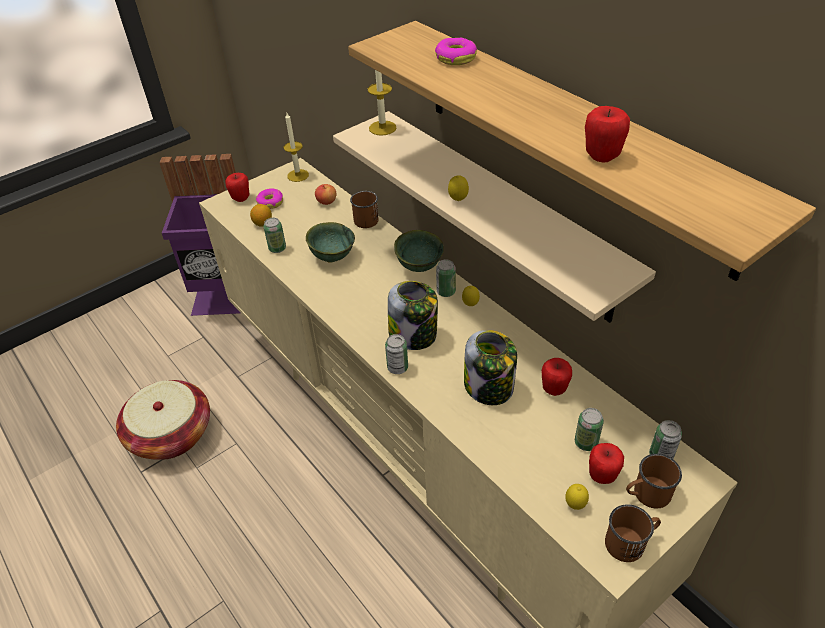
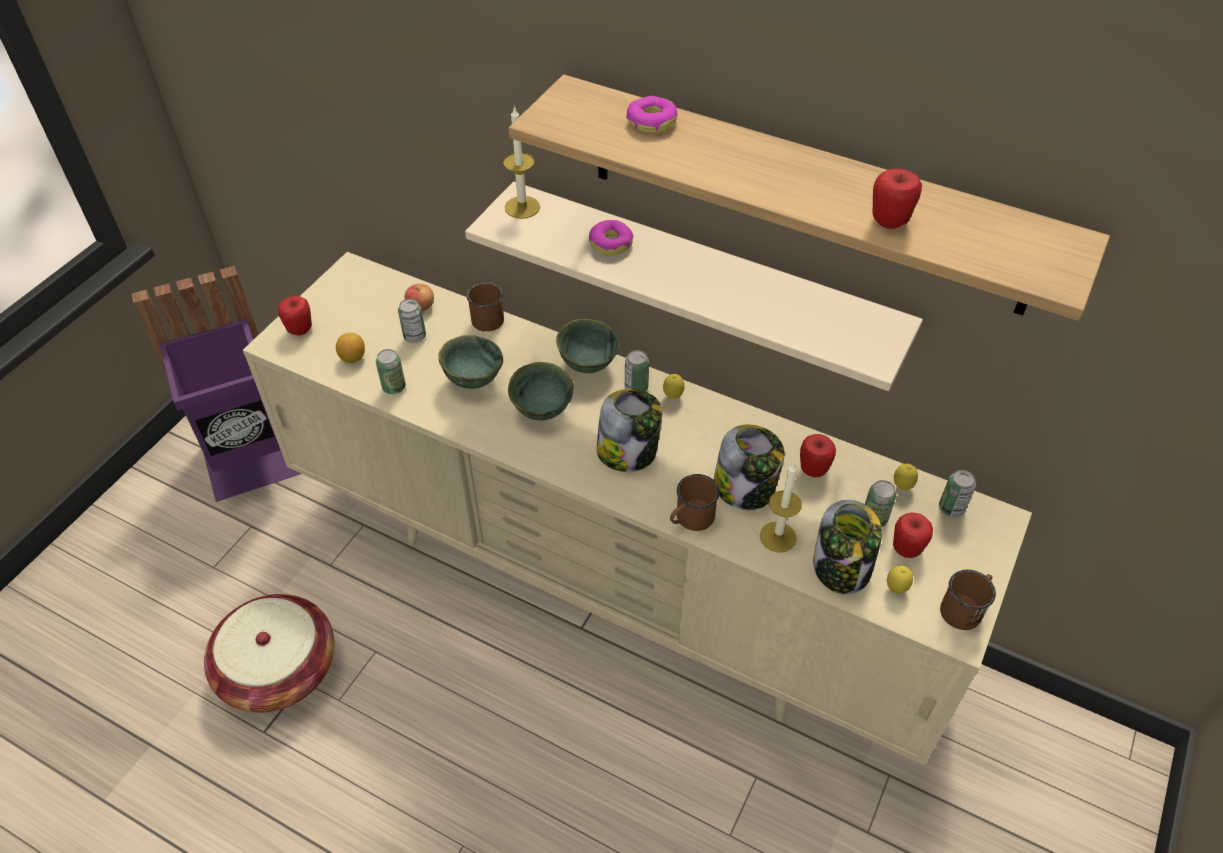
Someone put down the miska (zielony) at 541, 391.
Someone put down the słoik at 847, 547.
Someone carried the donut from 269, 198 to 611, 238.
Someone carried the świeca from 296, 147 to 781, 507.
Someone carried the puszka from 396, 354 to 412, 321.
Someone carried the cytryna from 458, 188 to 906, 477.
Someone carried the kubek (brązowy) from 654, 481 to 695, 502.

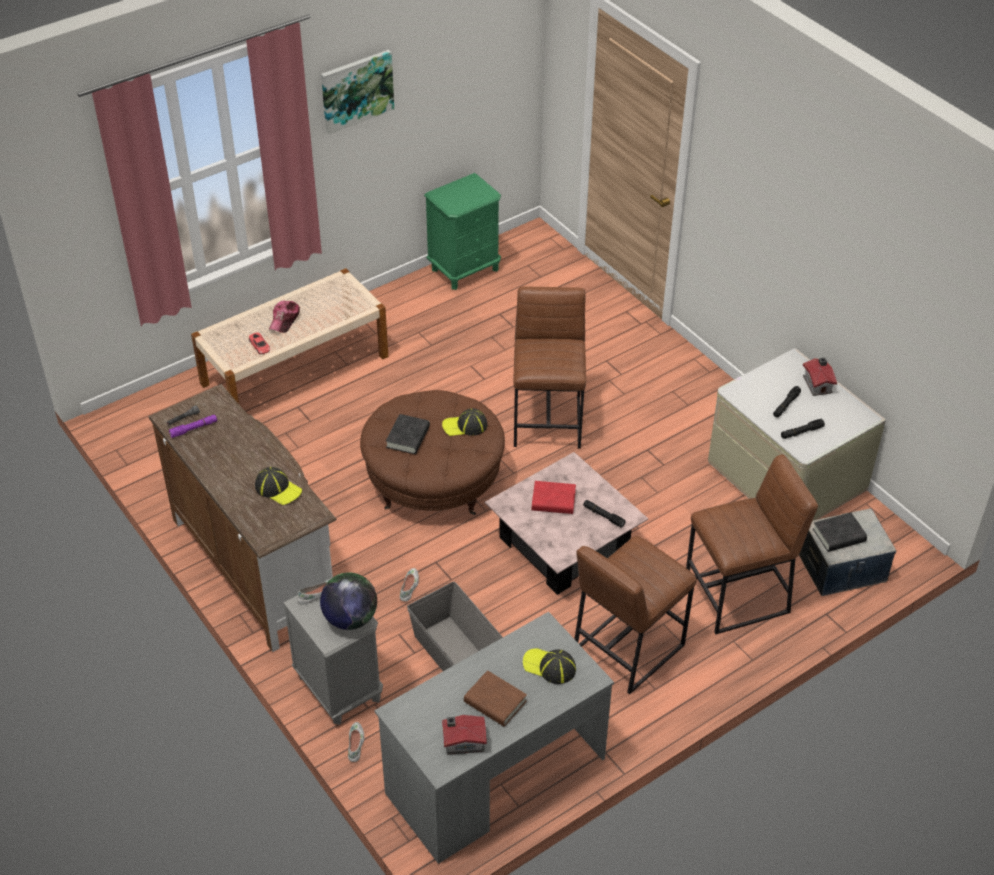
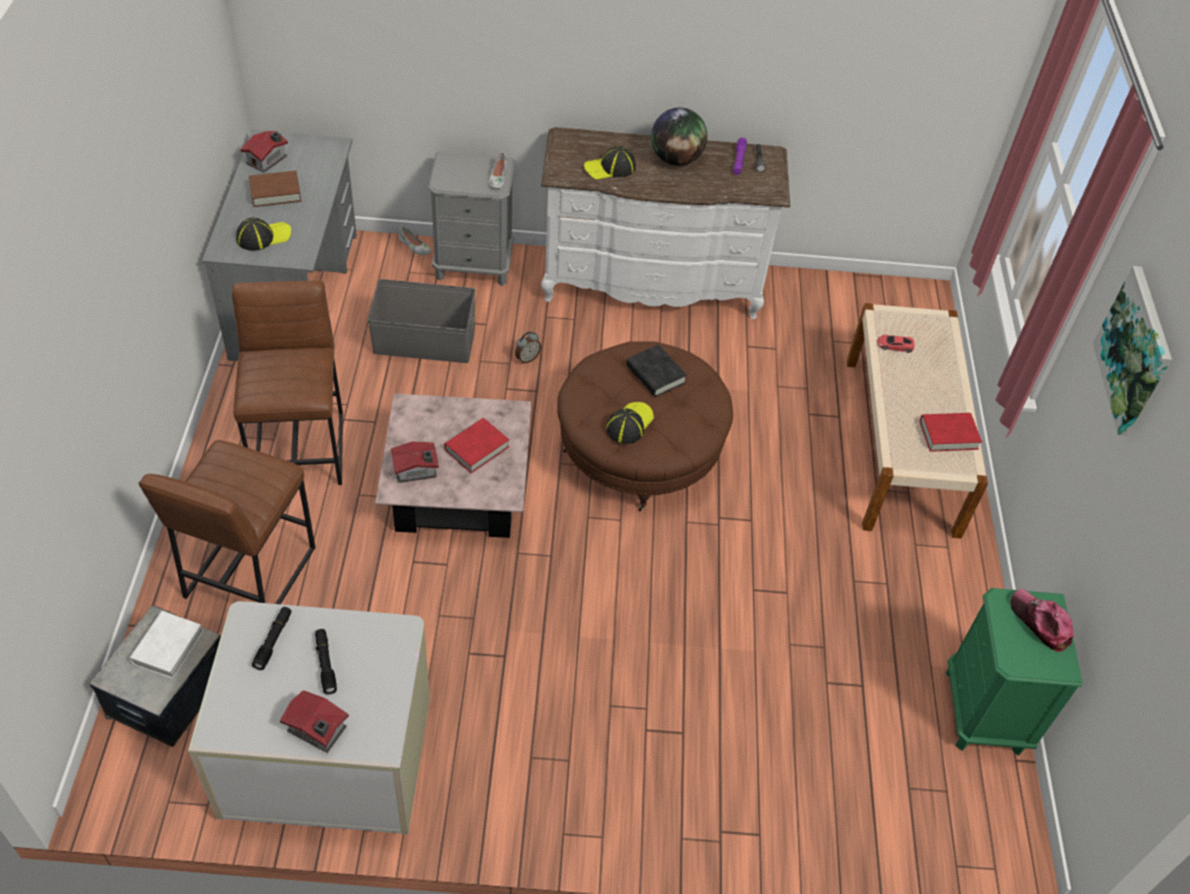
Someone took away the krzesło (brązowy) at 550, 367.
Someone put down the książka (czerwony) at 951, 432.
Someone carried the czapka z daszkiem from 284, 317 to 1042, 620.
Someone carried the globus from 348, 601 to 679, 137.
Someone swapped the but (biały) at 409, 584 for the budzik at 528, 347.
Someone swapped the latarka (czarny) at 604, 513 for the domek at 415, 462.
Someone repainted the książka (czarny) at 840, 532, which became the książka (biały) at 166, 645.

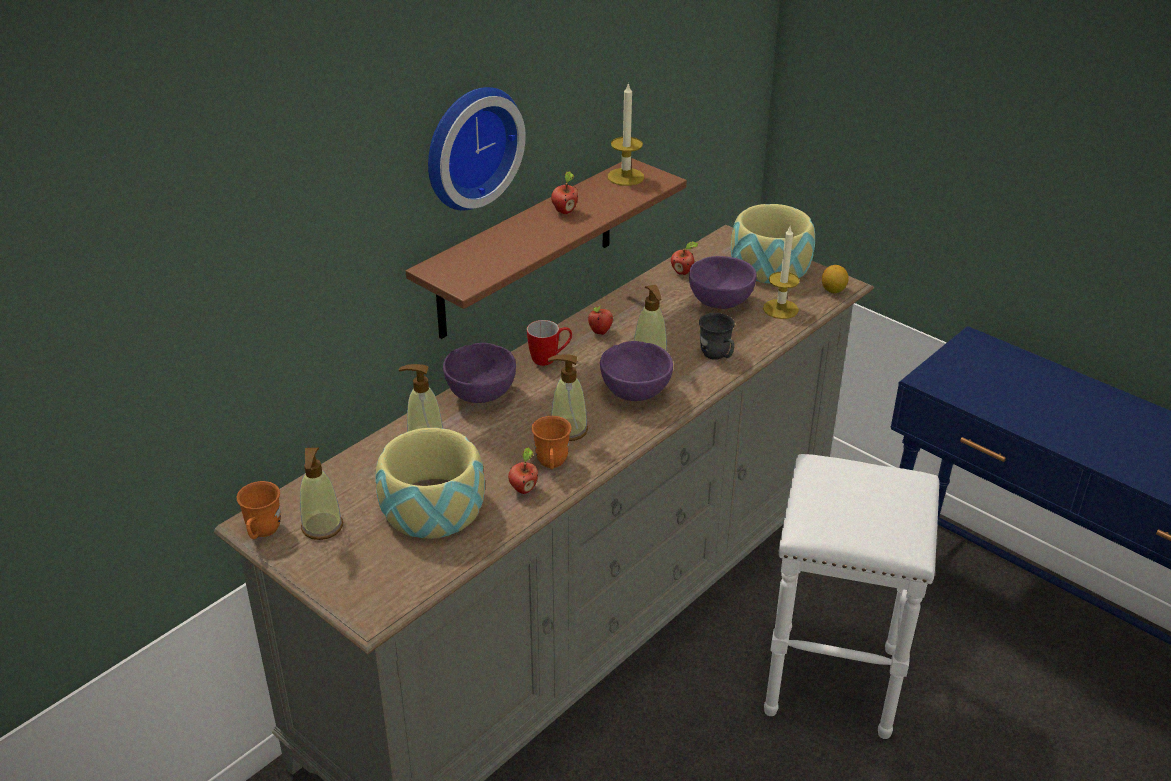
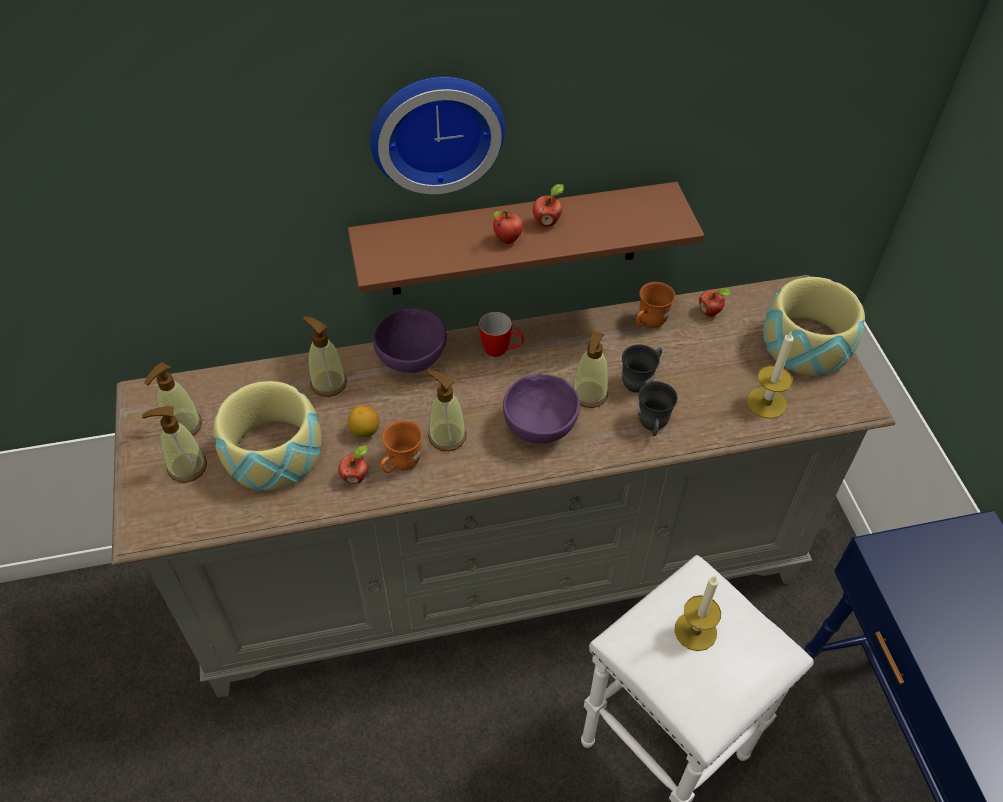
Someone took away the miska (fioletowy) at 723, 282.
Someone put down the dozownik mydła at 174, 444.
Someone put down the kubek (szary) at 642, 368.
Someone carried the kubek (pomarańczowy) from 259, 510 to 655, 305.
Someone carried the jabłko from 600, 320 to 508, 227.
Someone carried the świeca from 626, 134 to 698, 613.
Someone carried the cytryna from 835, 279 to 364, 421.

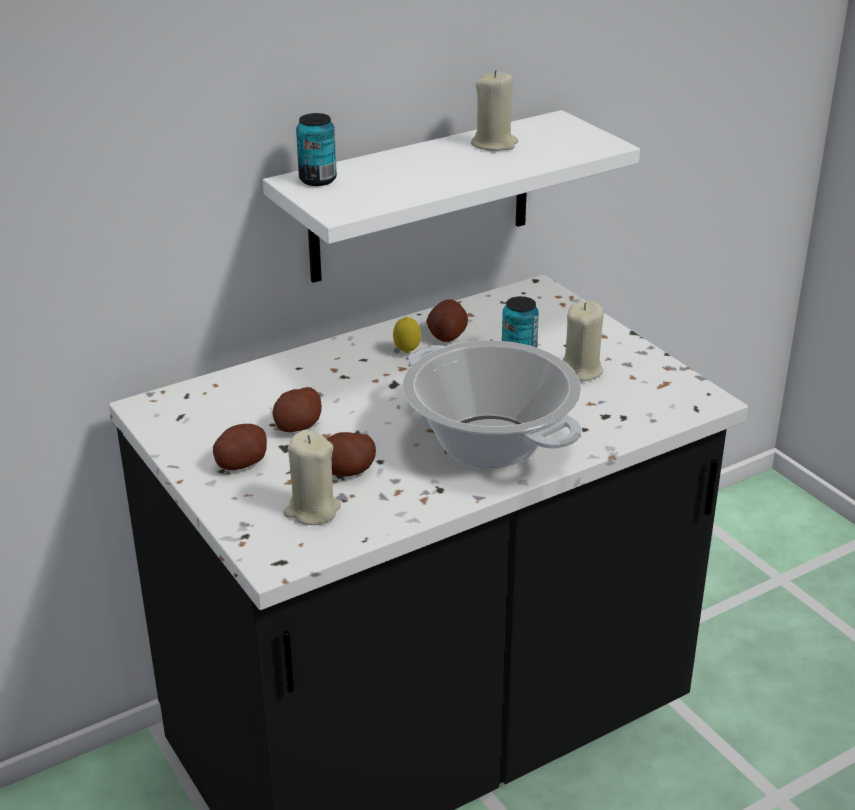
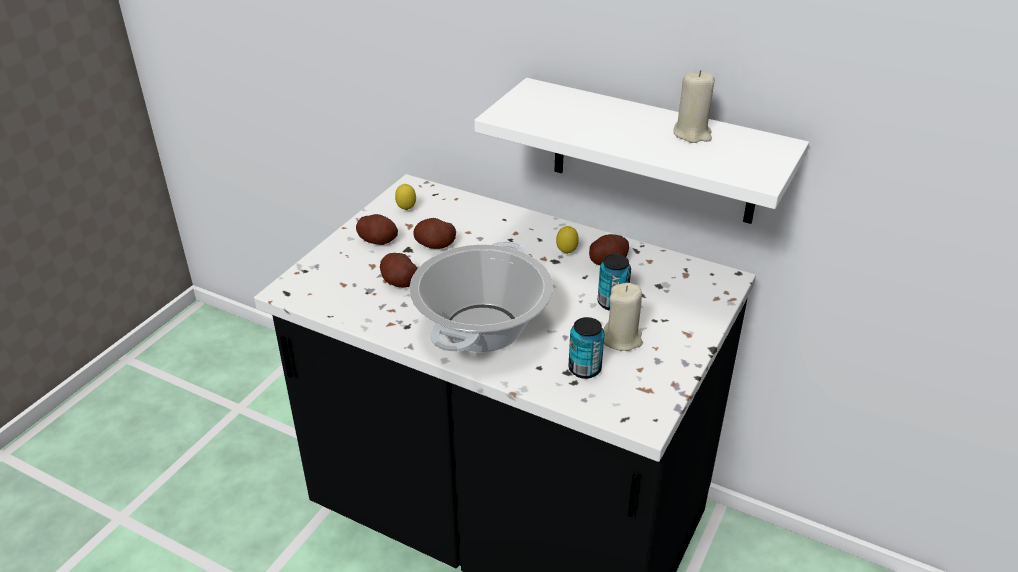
Someone took away the świeca (beżowy) at 312, 478.
Someone put down the cytryna at 405, 197.
Someone carried the puszka from 316, 149 to 586, 348.

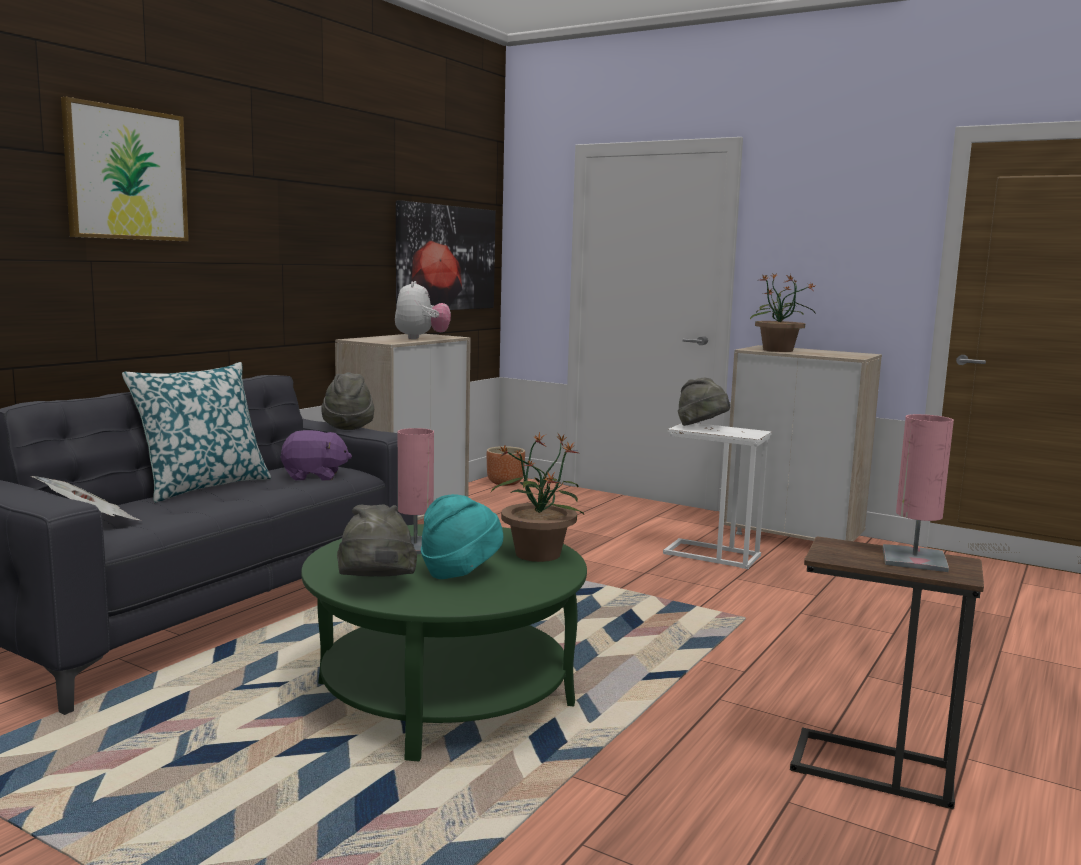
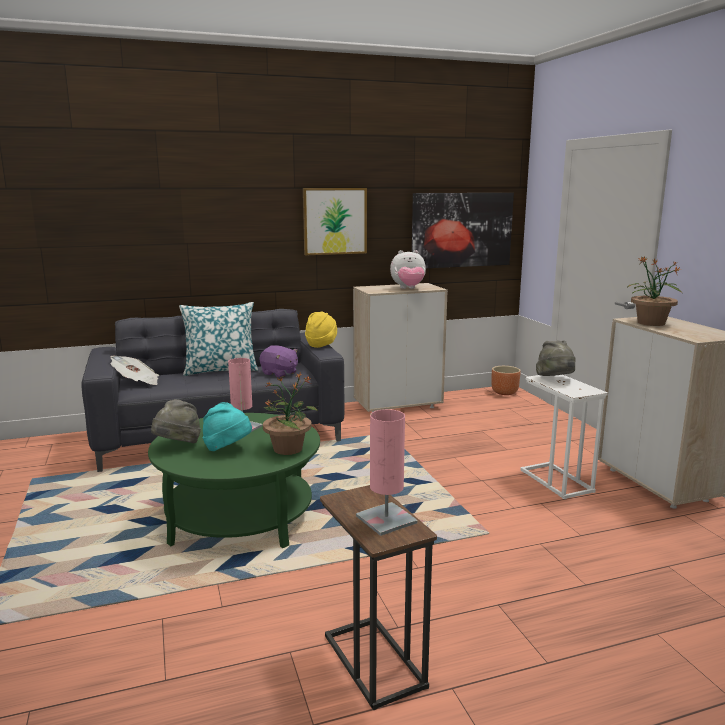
Someone carried the obraz from 125, 169 to 335, 221.
Someone repainted the kapelusz (szary) at 347, 401, which became the kapelusz (żółty) at 321, 329.
Someone rotated the pluszak at 423, 310 by 45 degrees clockwise.

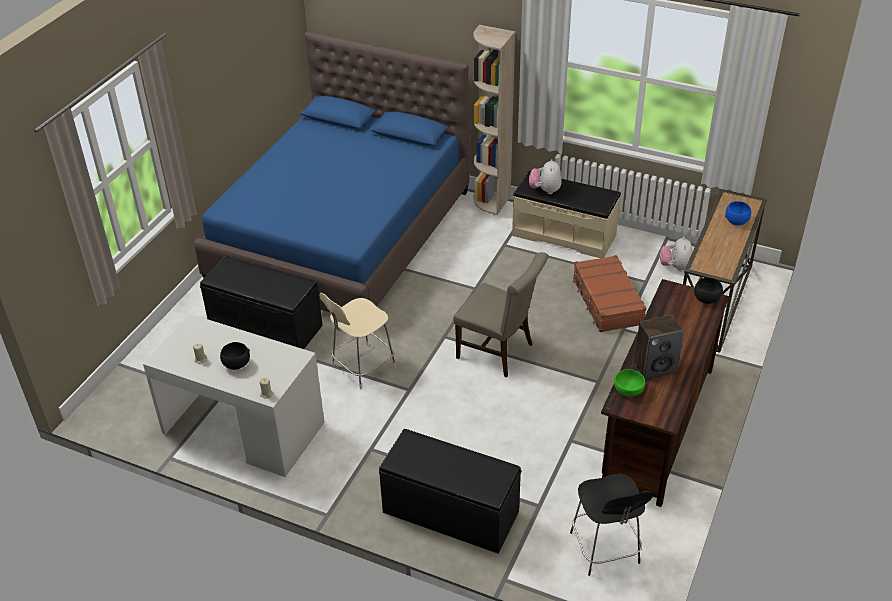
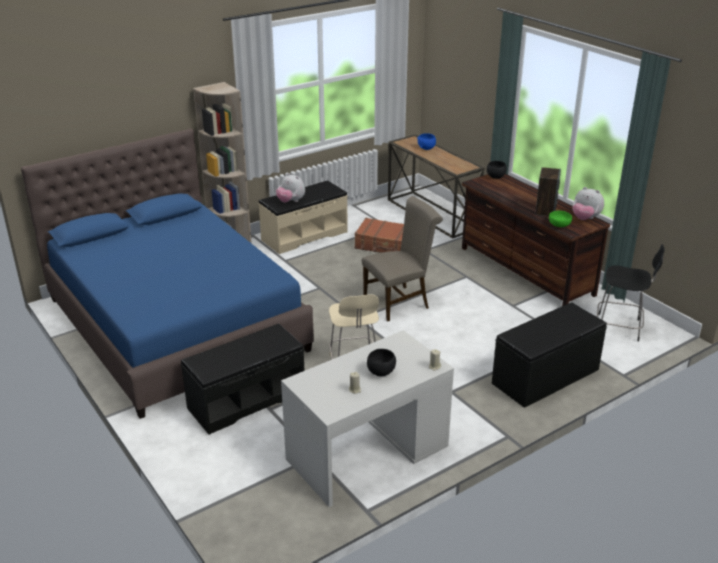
Someone carried the pluszak from 676, 254 to 588, 203.

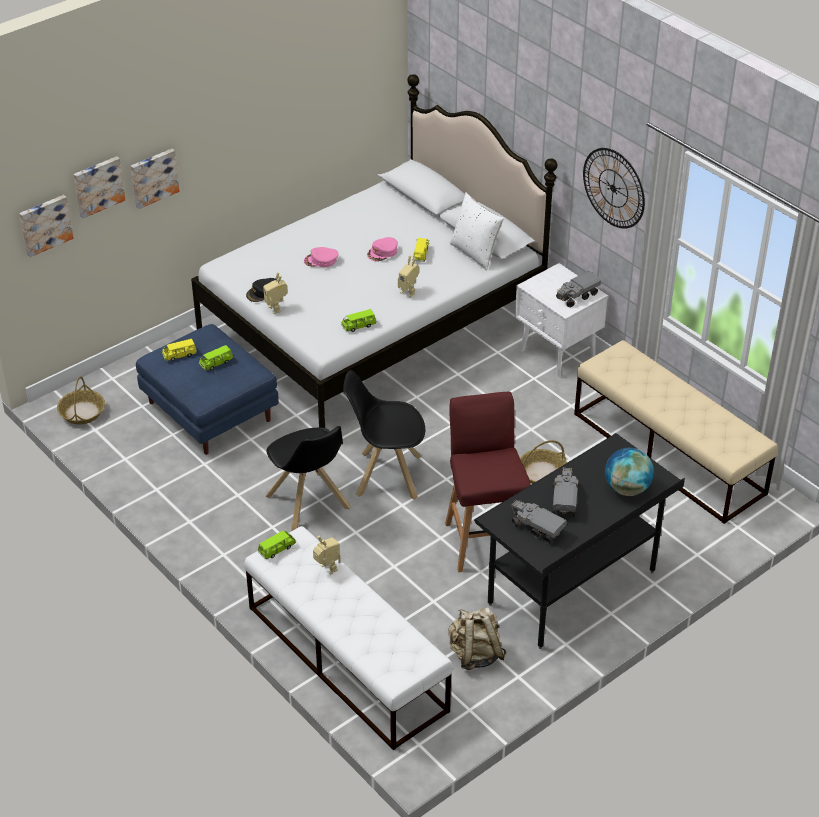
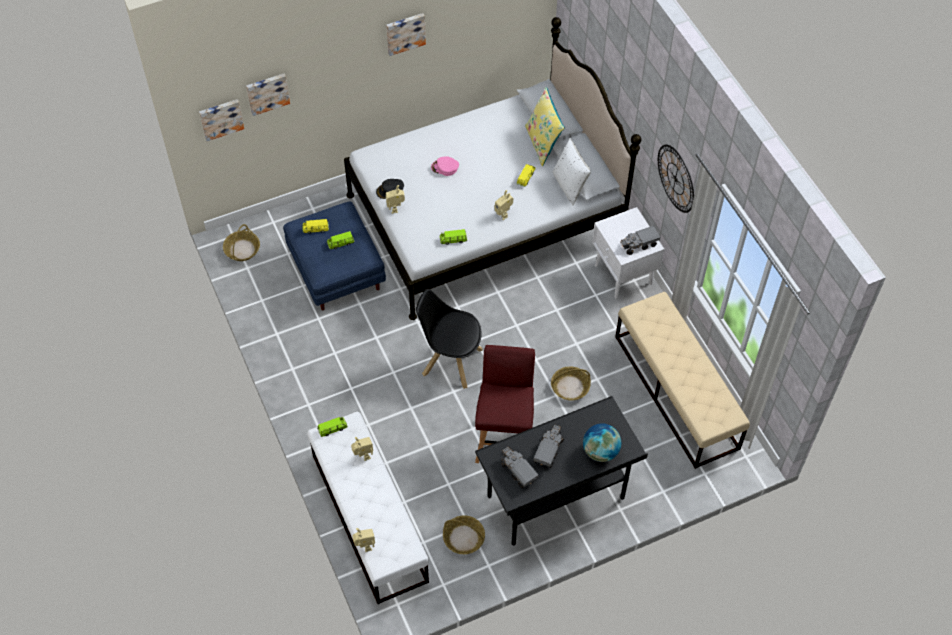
Someone took away the krzesło (czarny) at 308, 478.
Someone took away the czapka z daszkiem (różowy) at 382, 249.
Someone put down the robot zabawkowy at 363, 540.
Someone put down the poduszka (żółty) at 545, 126.
Someone carried the obraz from 155, 179 to 406, 34.
Someone swapped the plecak (beżowy) at 477, 638 for the koszyk at 464, 534.

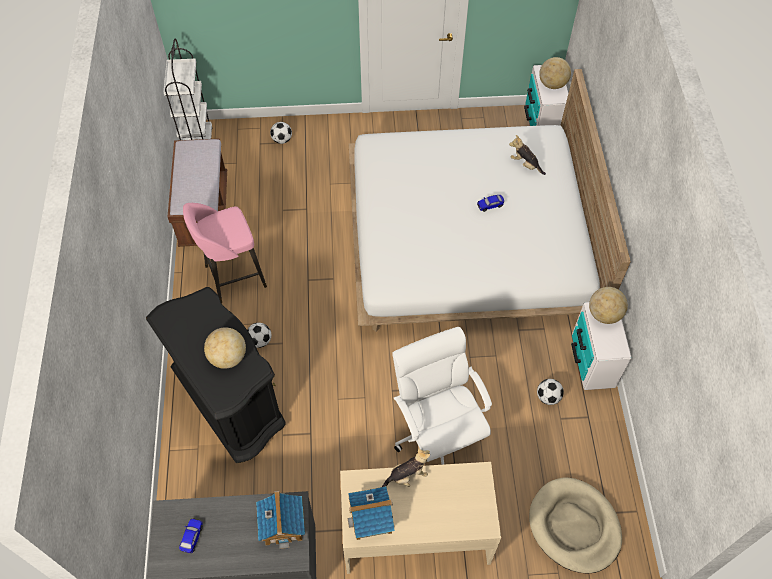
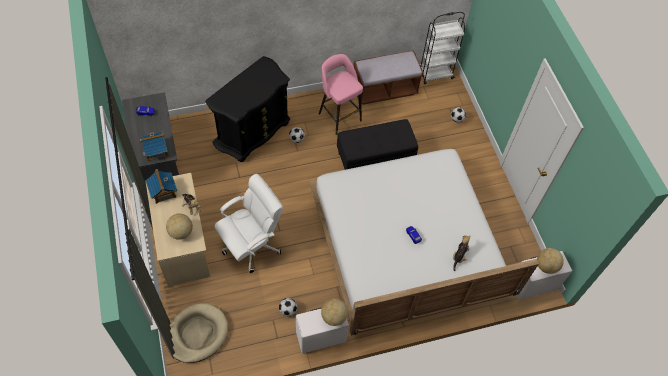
Someone put down the ławka (czarny) at 377, 144.
Someone carried the globus from 225, 348 to 179, 227.

